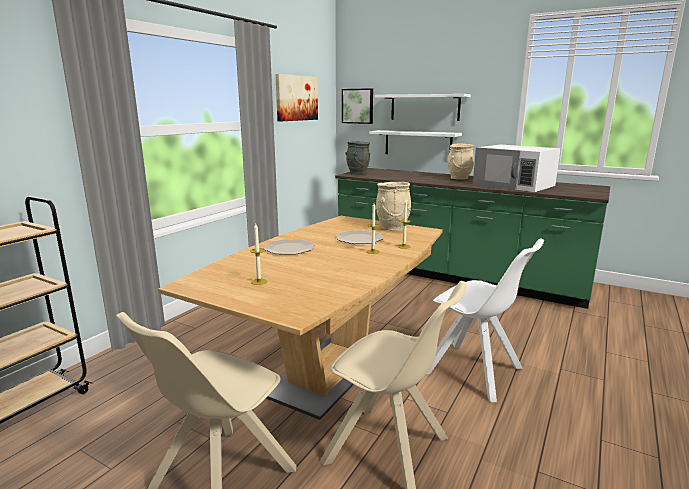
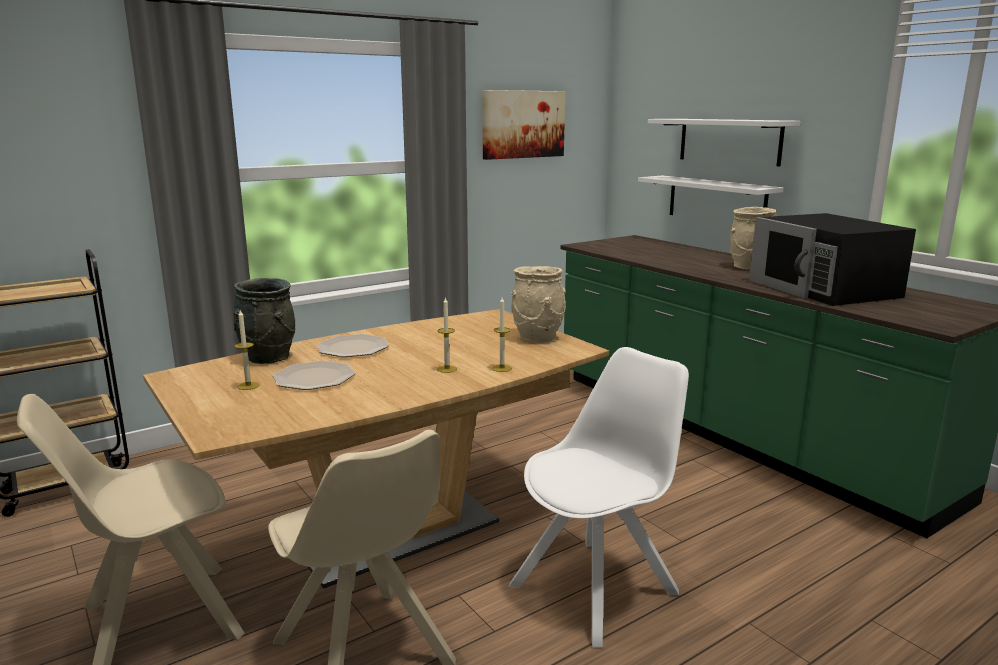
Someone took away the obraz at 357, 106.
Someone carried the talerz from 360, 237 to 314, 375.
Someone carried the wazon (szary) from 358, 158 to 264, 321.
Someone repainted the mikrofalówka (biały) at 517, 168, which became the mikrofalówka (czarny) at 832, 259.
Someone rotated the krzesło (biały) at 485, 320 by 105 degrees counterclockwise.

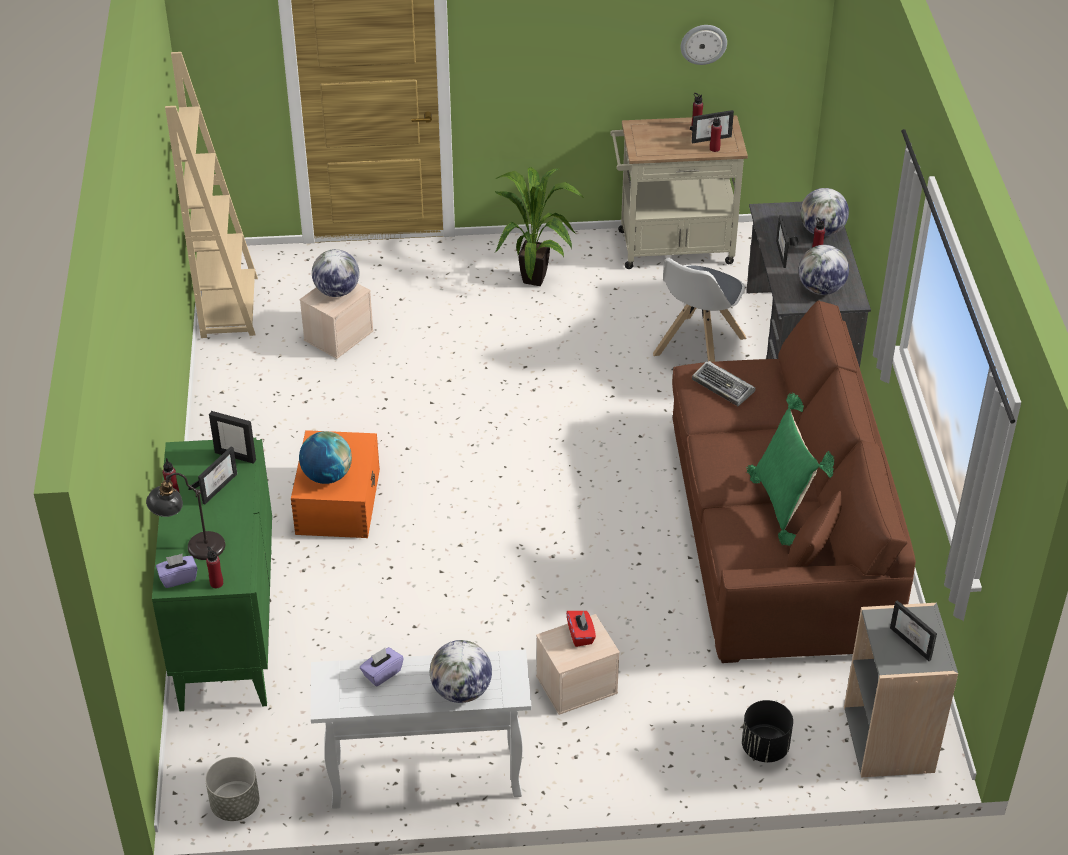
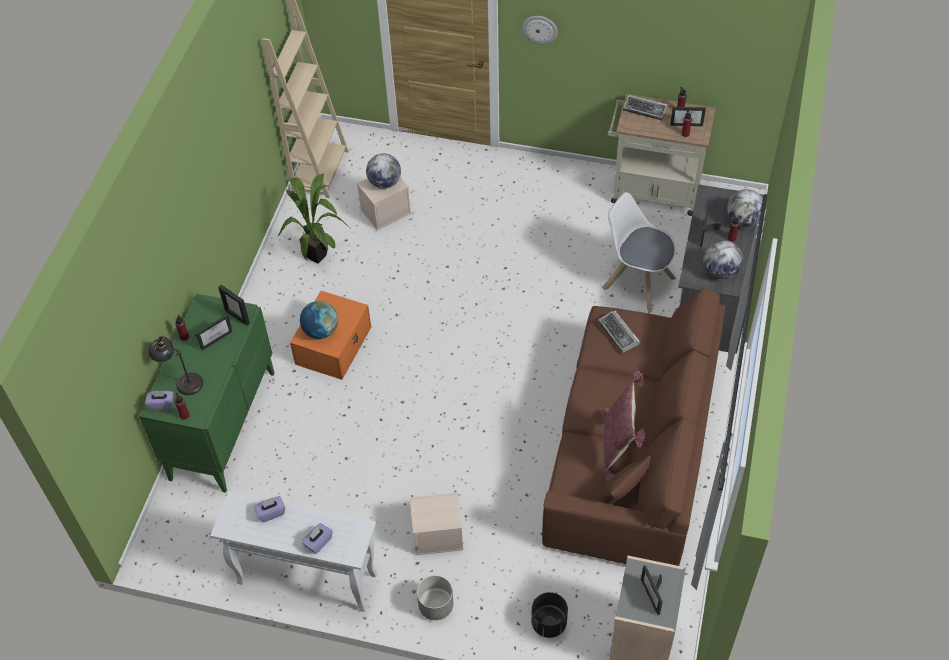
Someone took away the pudełko chusteczek (czerwony) at 581, 629.
Someone put down the klawiatura at 645, 107.
Someone carried the donica (szary) from 232, 789 to 435, 597.
Someone carried the roślina doniczkowa from 539, 226 to 315, 218.
Someone carried the zegar ścienny from 704, 45 to 540, 30.
Someone swapped the globus at 461, 671 for the pudełko chusteczek (fioletowy) at 317, 538.
Someone repainted the poduszka (zielony) at 790, 469, which became the poduszka (czerwony) at 624, 425.
Someone rotated the krzesło at 699, 310 by 75 degrees clockwise.

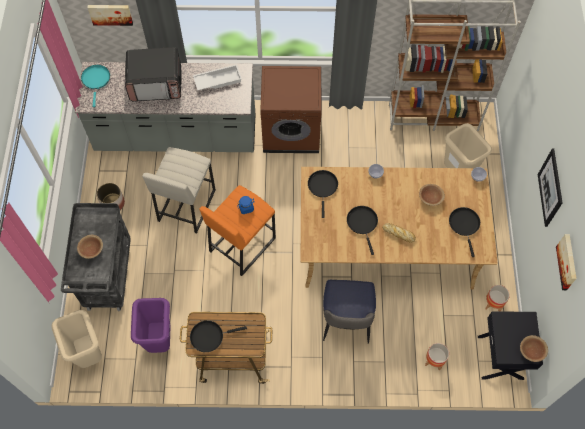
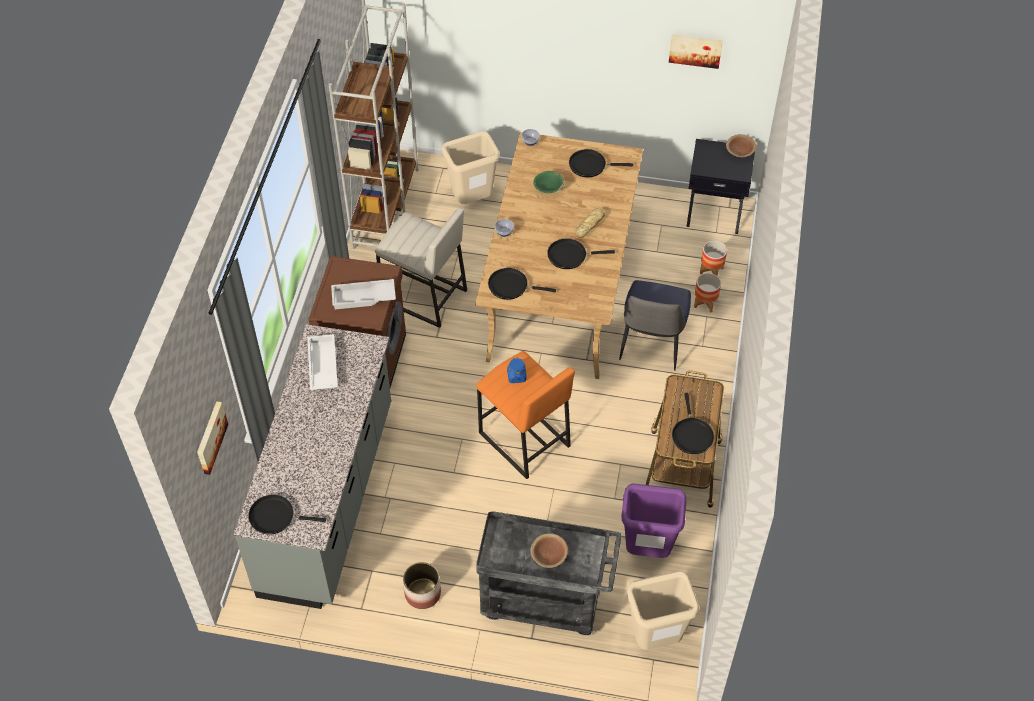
Someone took away the mikrofalówka at 153, 74.
Someone took away the obraz at 550, 187.
Someone put down the taca (biały) at 363, 294.
Someone carried the stołek (beżowy) from 179, 190 to 421, 268.
Someone carried the donica from 497, 298 to 707, 293.
Someone repainted the patelnia (turkusowy) at 95, 86, which became the patelnia (czarny) at 287, 514.
Someone repainted the miska (brązowy) at 432, 195, which became the miska (zielony) at 548, 182.
Someone rotated the krzesło at 349, 312 by 90 degrees clockwise.

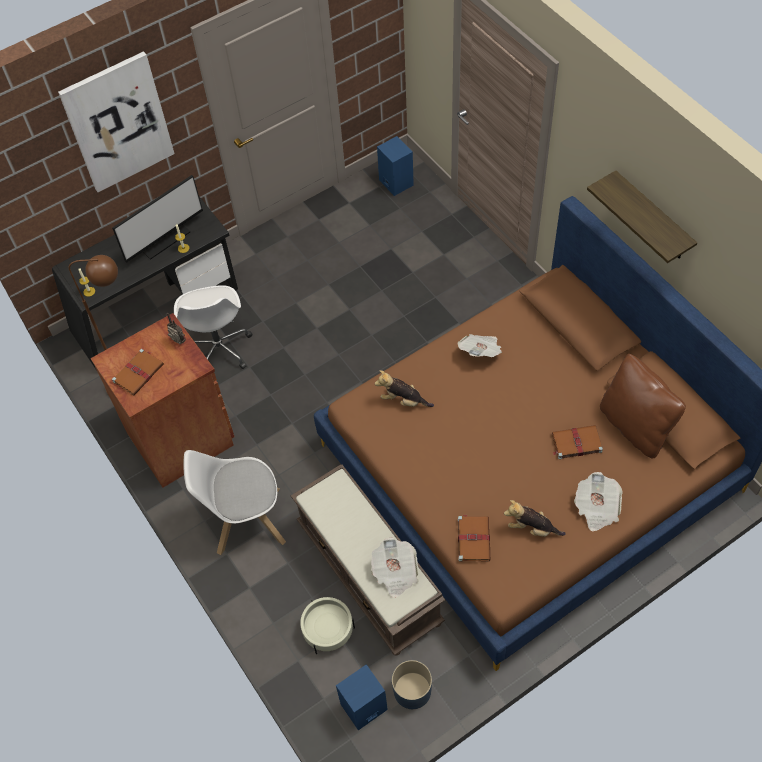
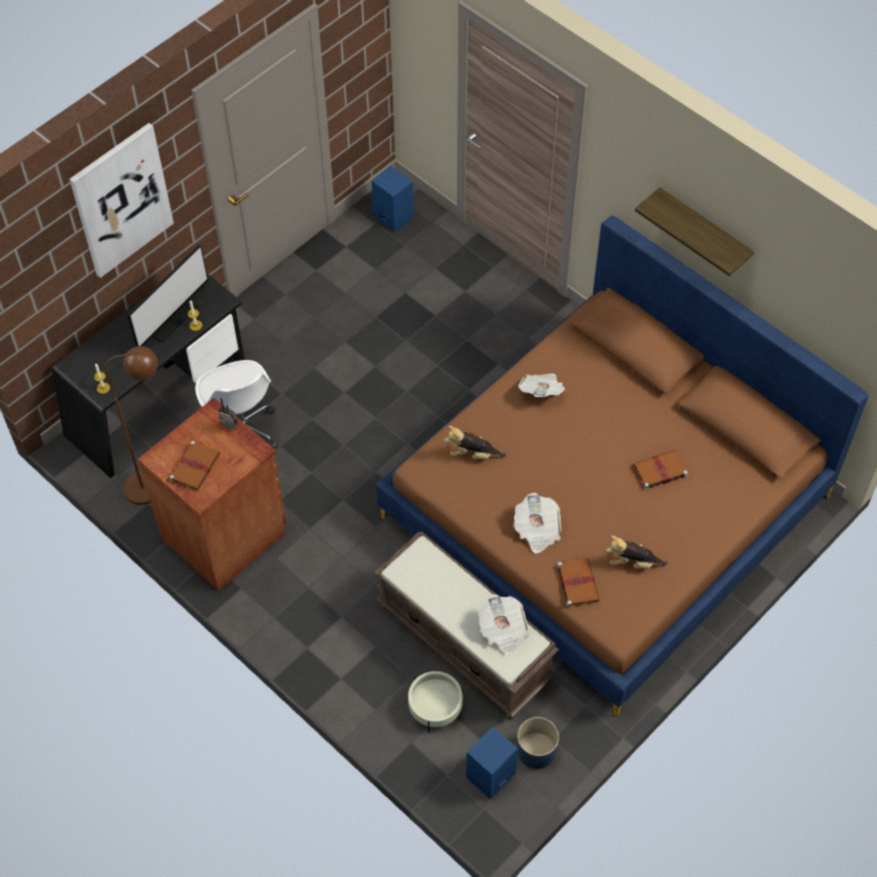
Someone took away the krzesło at 234, 502.
Someone took away the poduszka (brązowy) at 643, 406.
Someone carried the gazeta from 598, 502 to 537, 523.

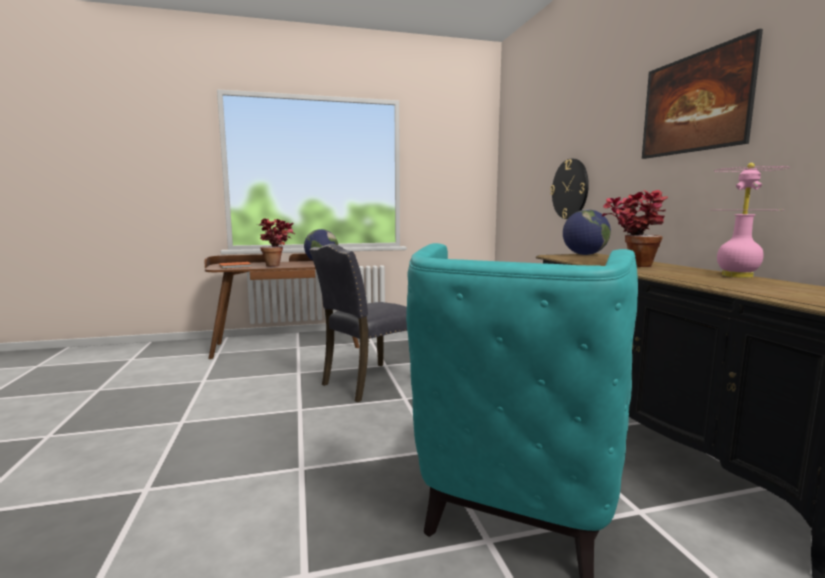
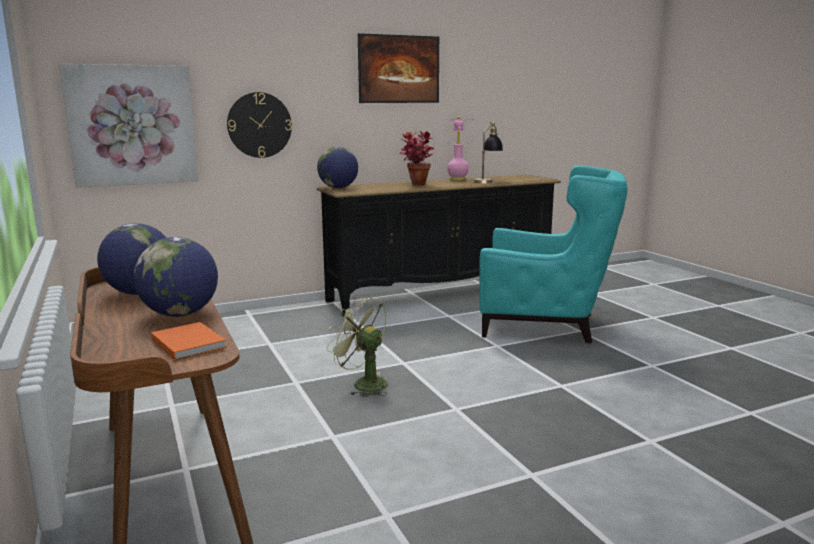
Someone put up the obraz at 129, 126.
Someone put down the lampa stołowa at 488, 153.
Someone swapped the roślina doniczkowa at 277, 242 for the globus at 176, 277.
Someone swapped the krzesło (szary) at 358, 323 for the wentylator (zielony) at 357, 346.

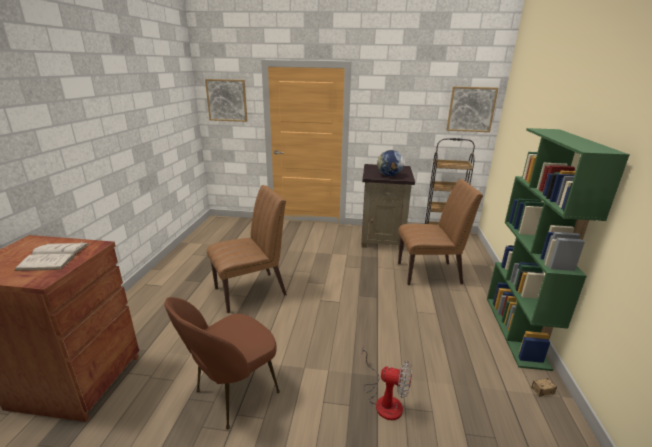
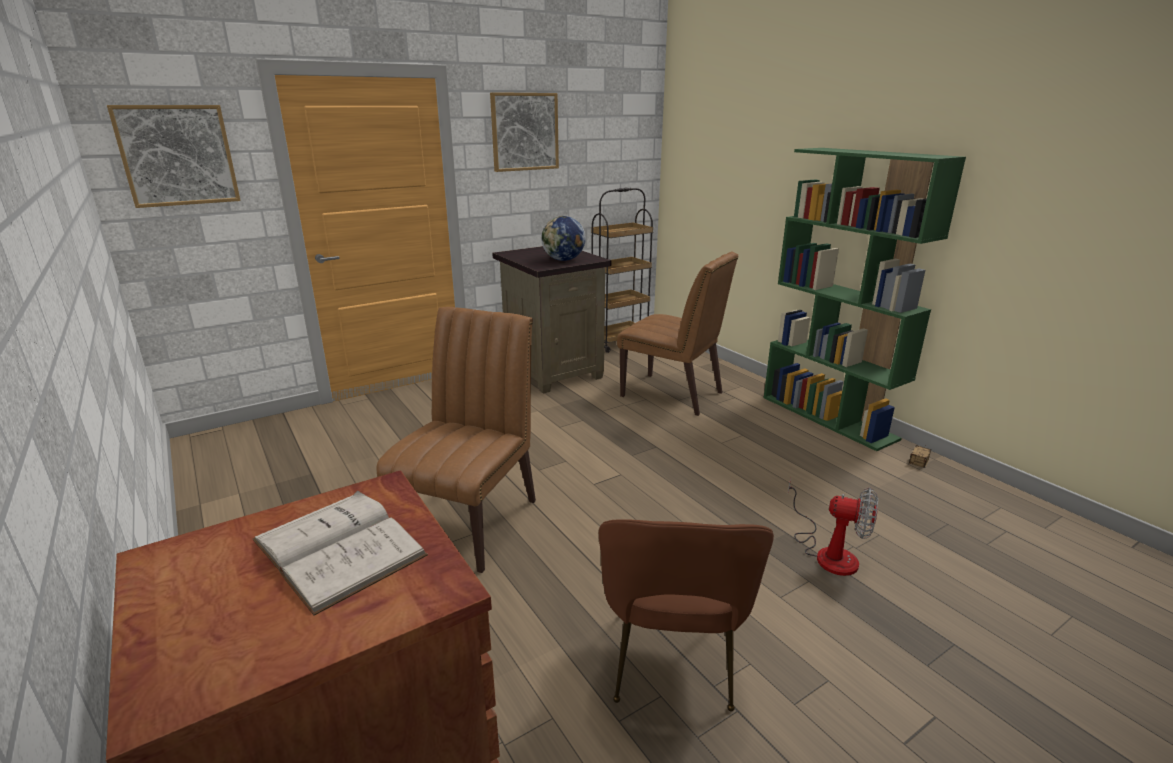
Someone carried the obraz from 472, 109 to 524, 132.
Someone rotated the wentylator at 386, 382 by 45 degrees clockwise.
Someone rotated the krzesło (brązowy) at 440, 232 by 75 degrees clockwise.

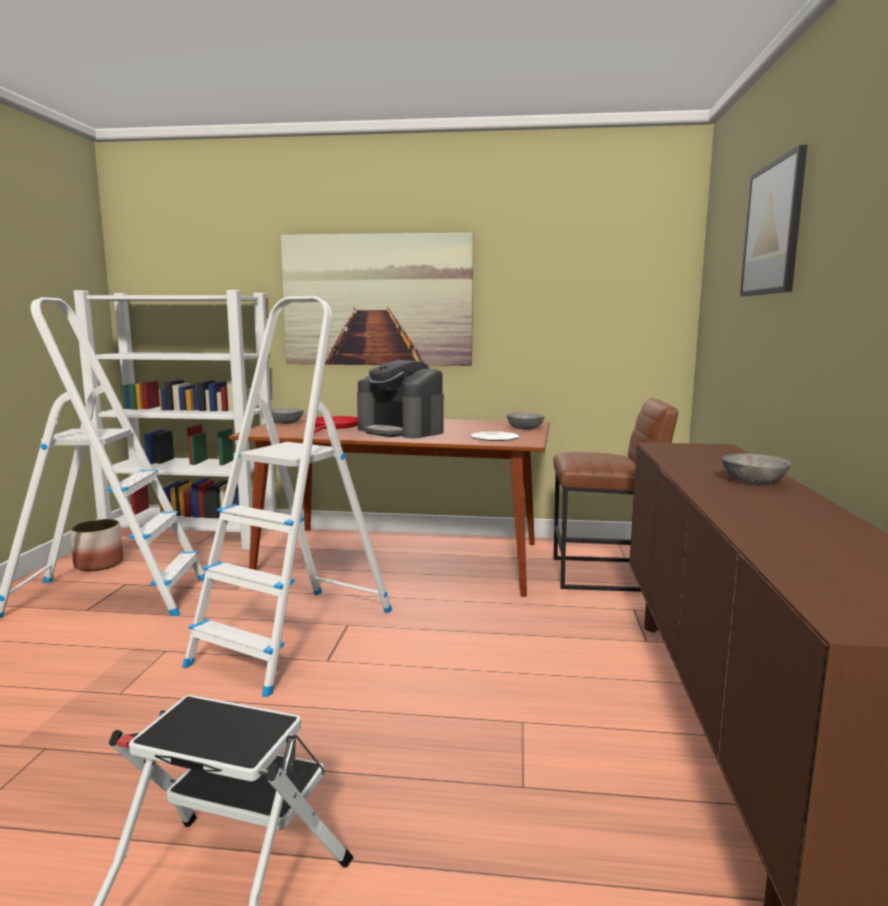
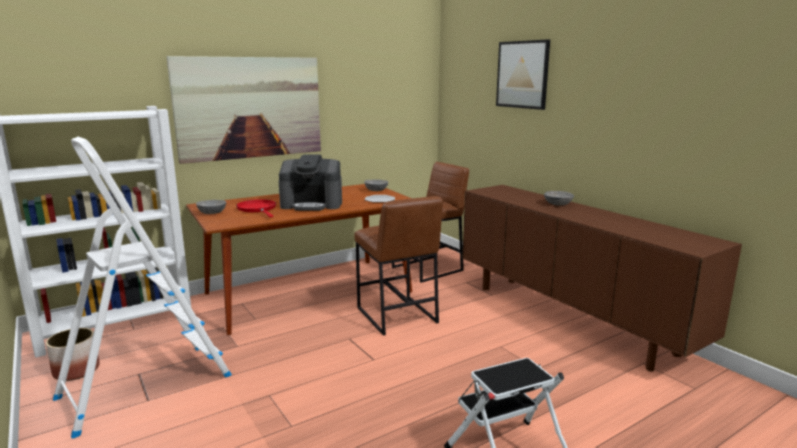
Someone took away the drabinka (biały) at 287, 496.
Someone put down the krzesło (brązowy) at 398, 266.

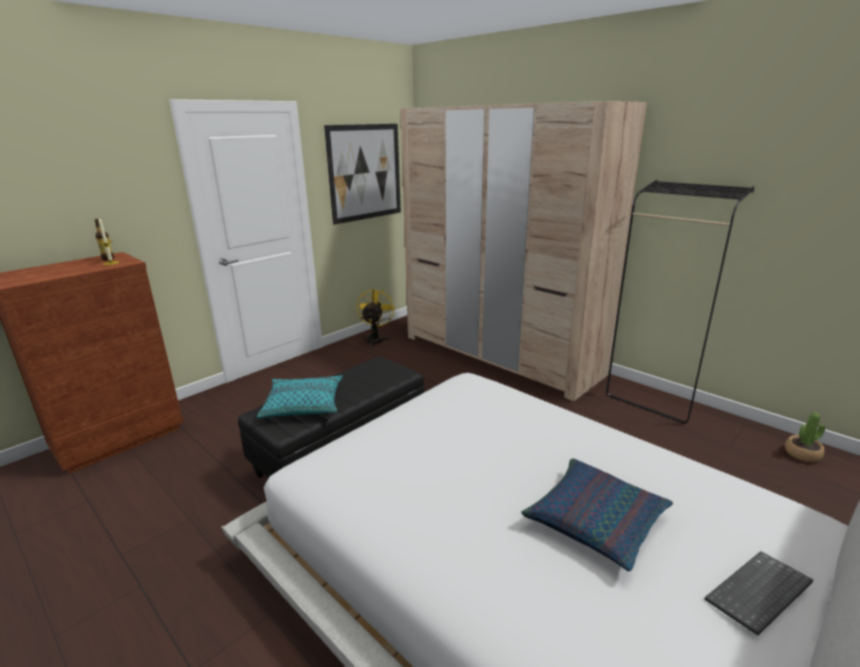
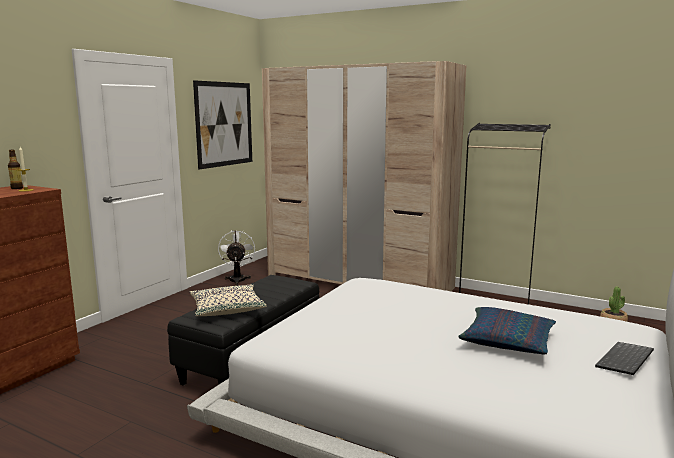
Someone repainted the poduszka (turkusowy) at 300, 396, which became the poduszka (beżowy) at 228, 300.
Someone repainted the wentylator (żółty) at 376, 318, which became the wentylator (biały) at 236, 258.

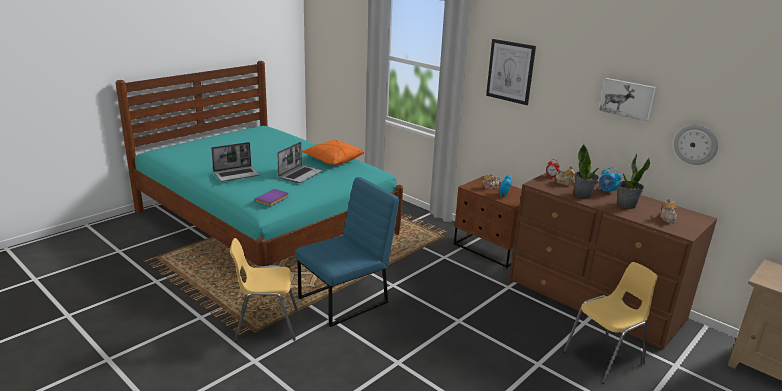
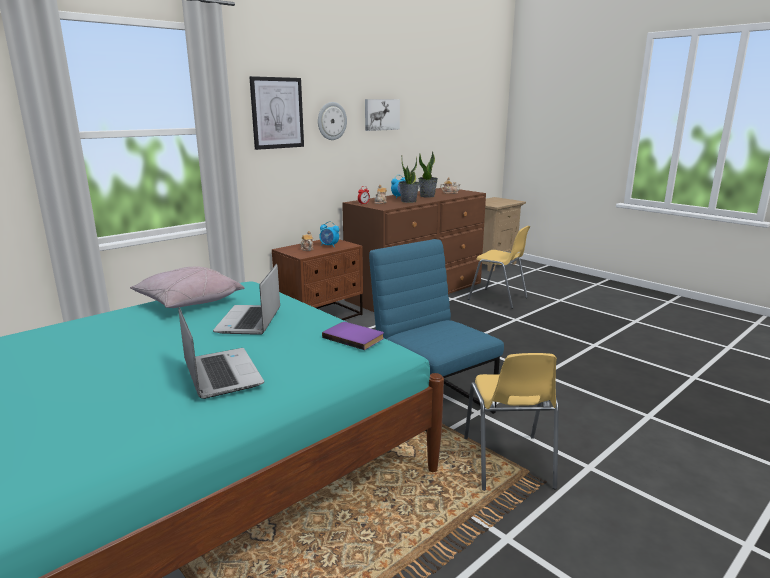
Someone carried the zegar ścienny from 696, 145 to 332, 121.
Someone repainted the poduszka (pomarańczowy) at 333, 152, which became the poduszka (fioletowy) at 187, 287.
Someone rotated the laptop at 300, 162 by 120 degrees counterclockwise.
Someone rotated the krzesło (żółty) at 611, 323 by 150 degrees clockwise.

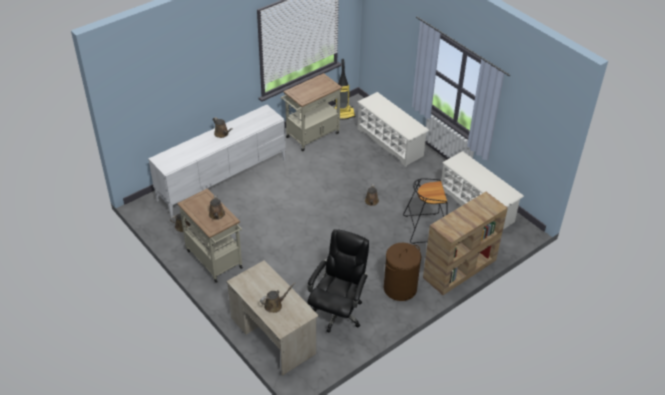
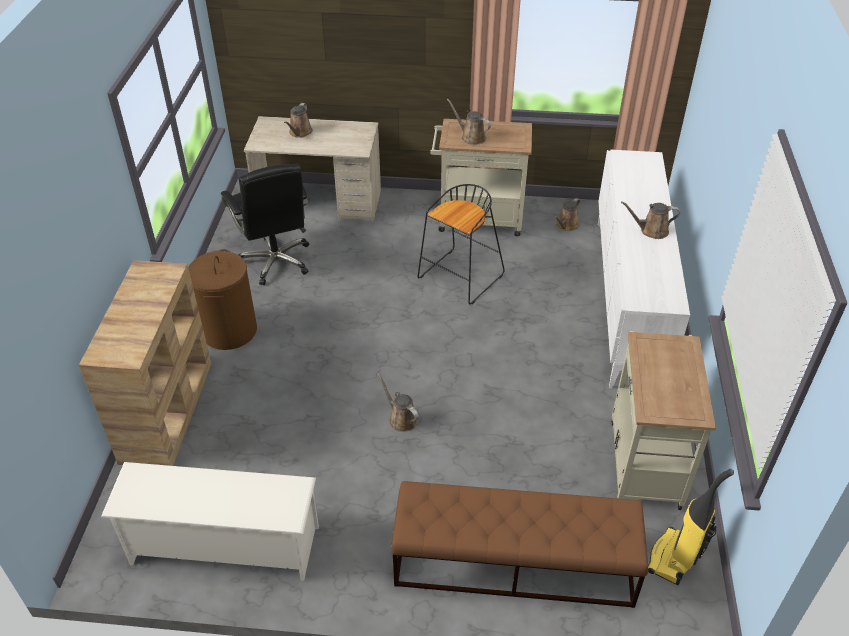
Someone carried the stołek (czarny) from 425, 211 to 461, 244.
Someone swapped the regał na buty (biały) at 393, 129 for the ławka (brązowy) at 519, 544.

